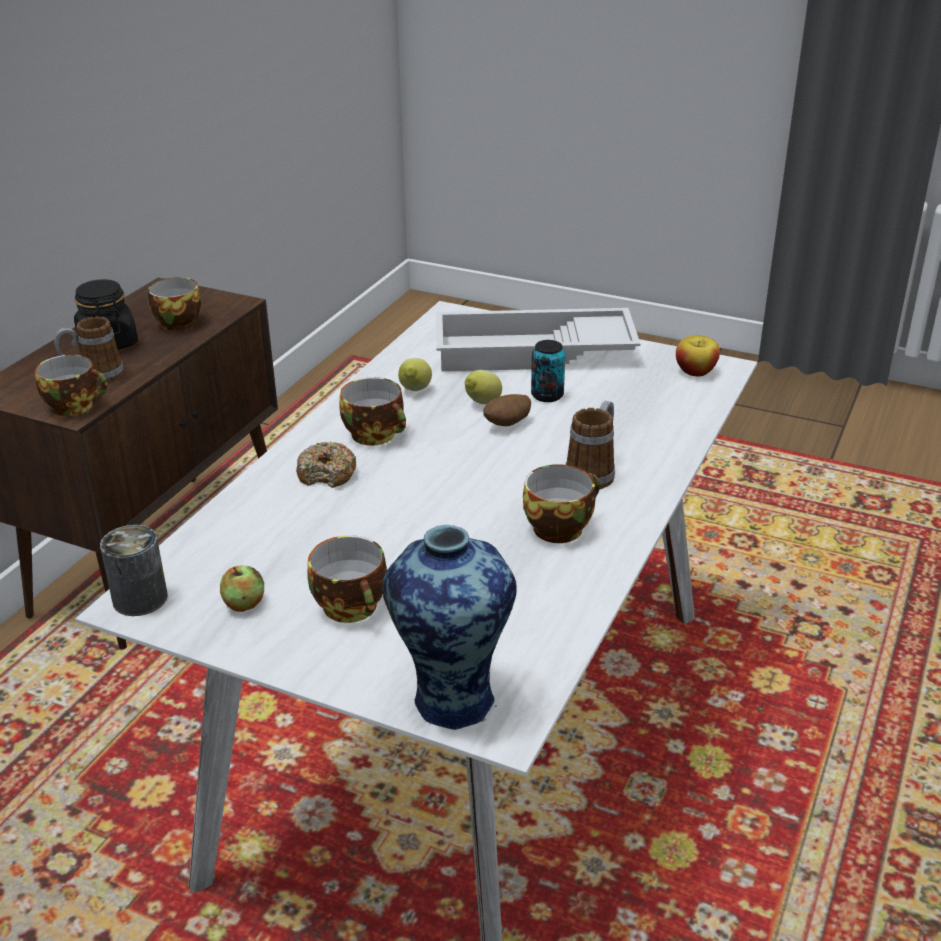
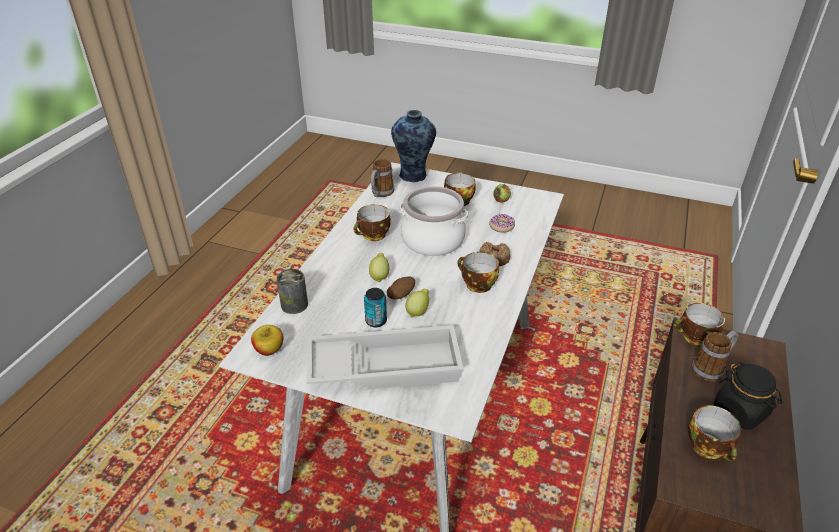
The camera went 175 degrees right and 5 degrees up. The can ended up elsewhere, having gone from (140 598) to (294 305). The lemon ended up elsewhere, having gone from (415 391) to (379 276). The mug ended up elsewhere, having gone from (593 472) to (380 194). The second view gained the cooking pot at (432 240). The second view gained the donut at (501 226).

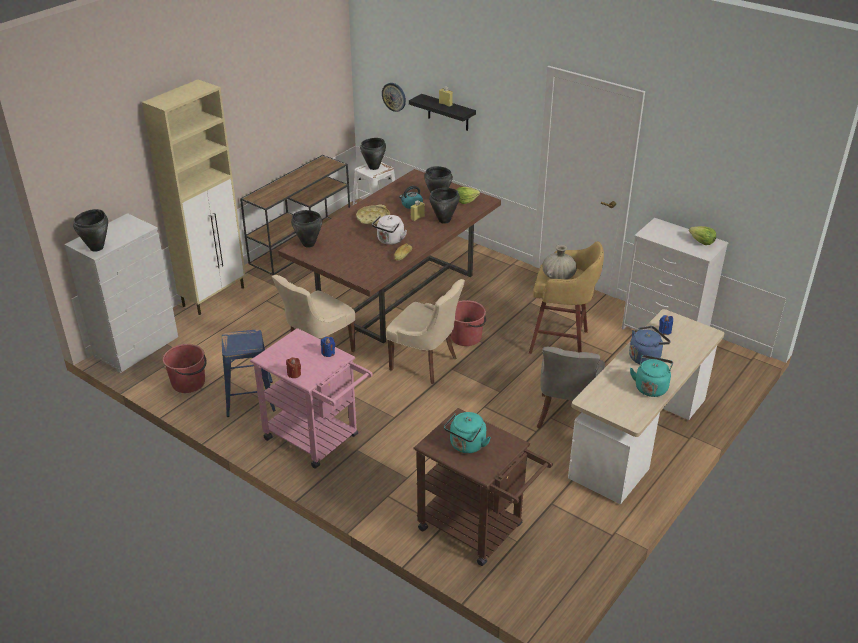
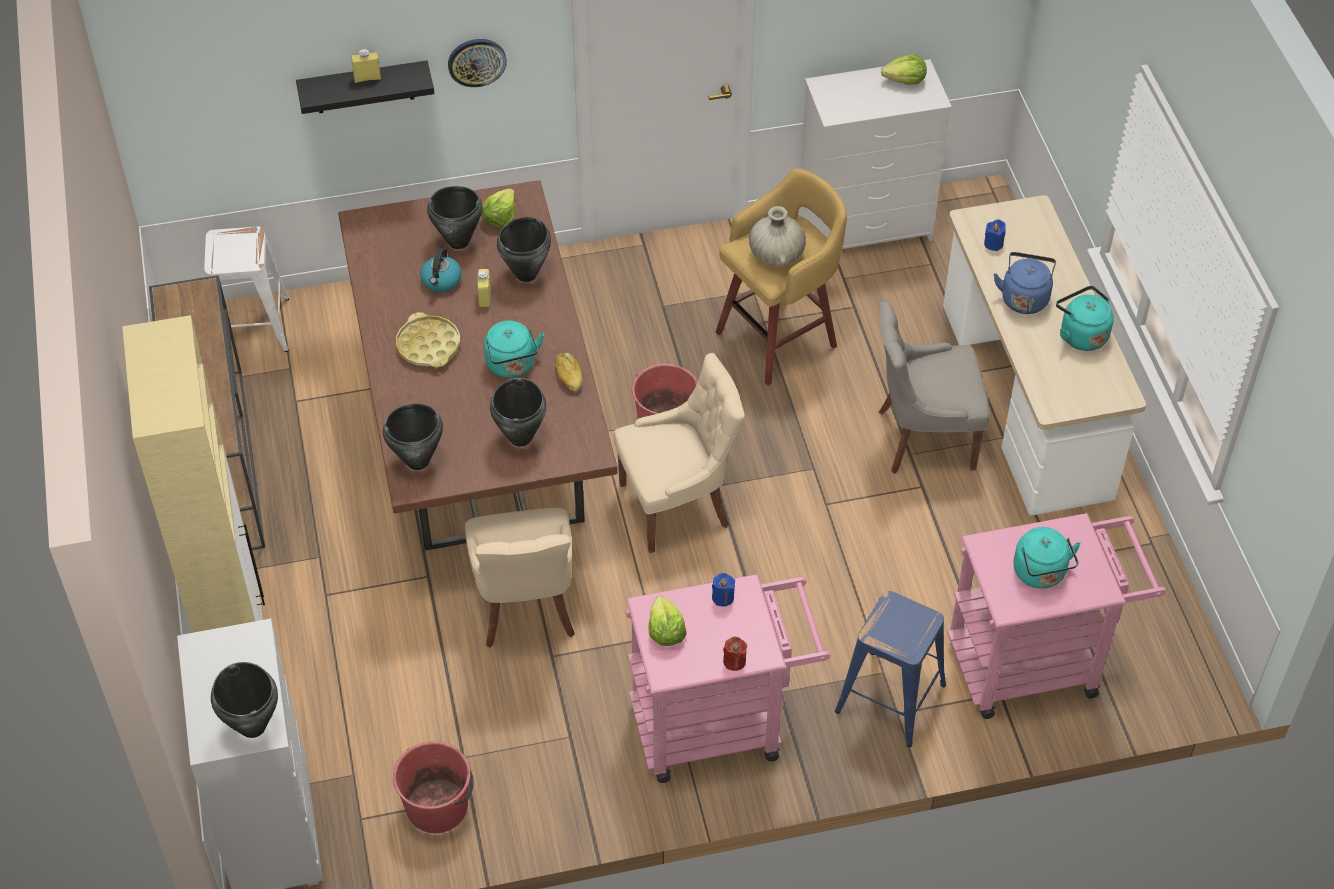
The camera went 50 degrees left and 15 degrees up. The wall clock ended up elsewhere, having gone from (394 96) to (476 61). What was the white kettle at (389 241) turned into the turquoise kettle at (512 366). The black cooking pot ended up elsewhere, having gone from (374 167) to (521 437). The second view gained the lettuce at (665 631). The blue stool ended up elsewhere, having gone from (250 399) to (891 698). The grey chair at (566 416) ended up facing another way, 120 degrees clockwise from before. What was the brown cart at (478 530) turned into the pink cart at (1036 662).

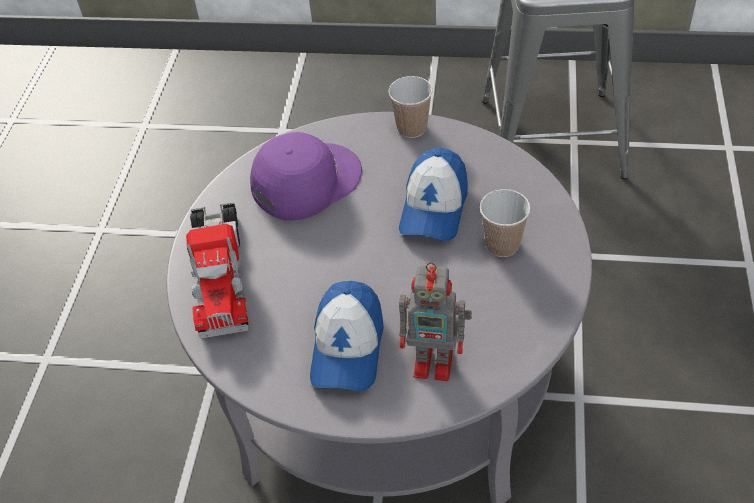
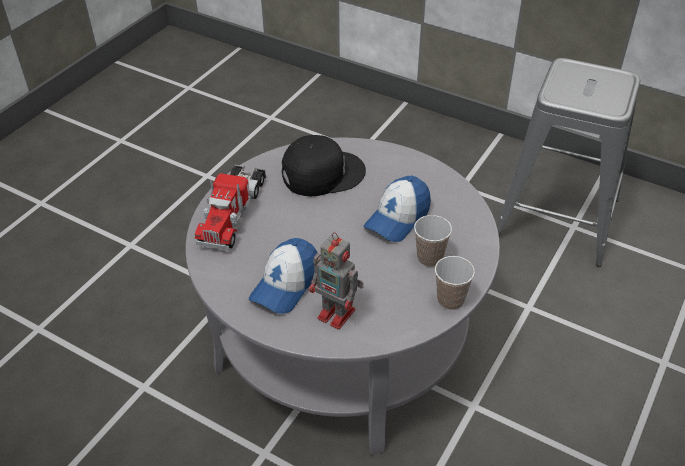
The camera went 20 degrees right and 5 degrees down. What was the purple cap at (305 181) turned into the black cap at (322 173). The cup ended up elsewhere, having gone from (412 128) to (450 300).

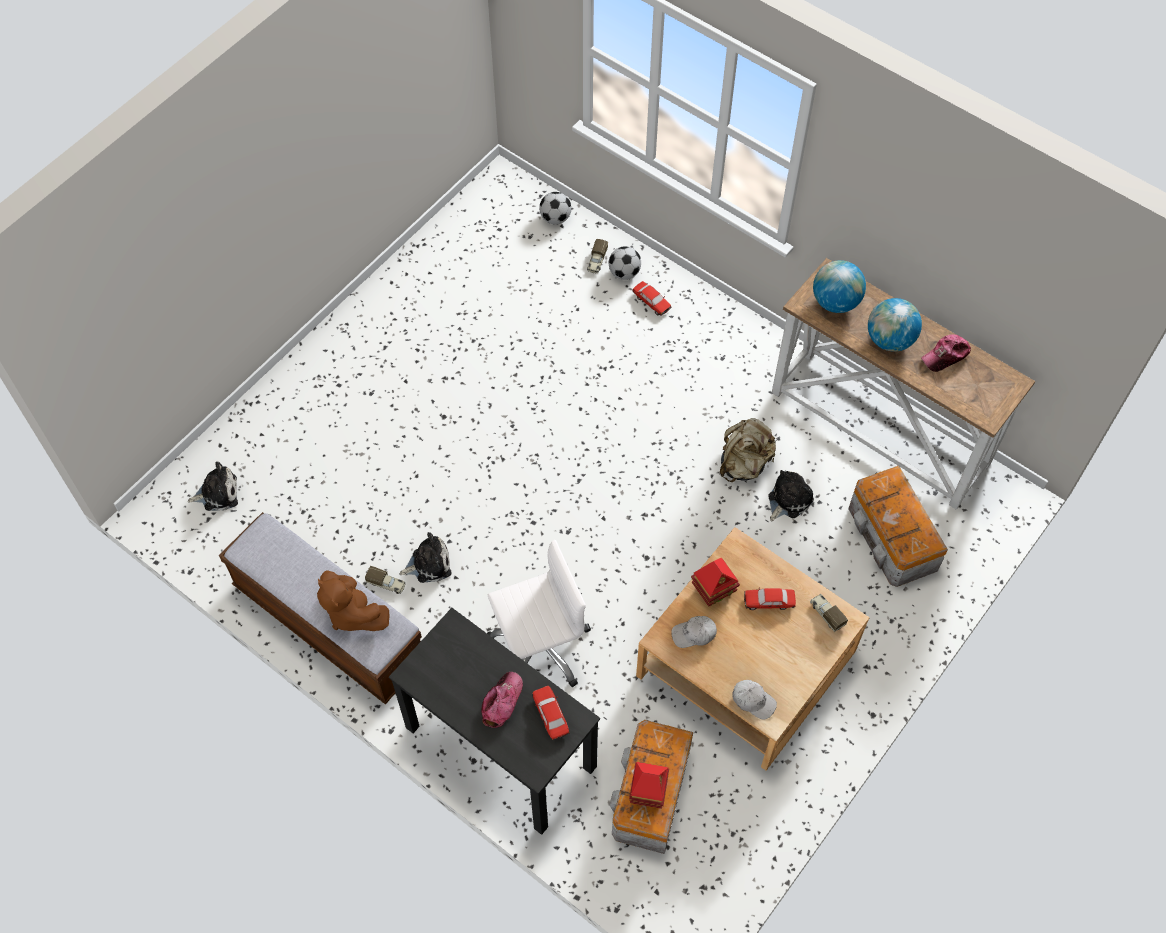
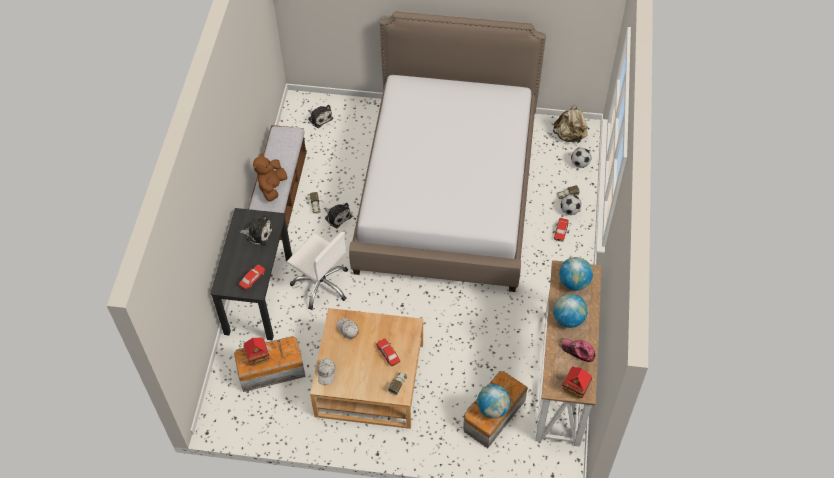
The camera went 60 degrees right and 5 degrees down. The plush toy ended up elsewhere, having gone from (788 500) to (258 233). The second view gained the bed at (447 192). The second view gained the globe at (493 408). The beige backpack ended up elsewhere, having gone from (744 464) to (570 136). The toy house ended up elsewhere, having gone from (713 590) to (575 388). The second view lost the cap at (502 701).

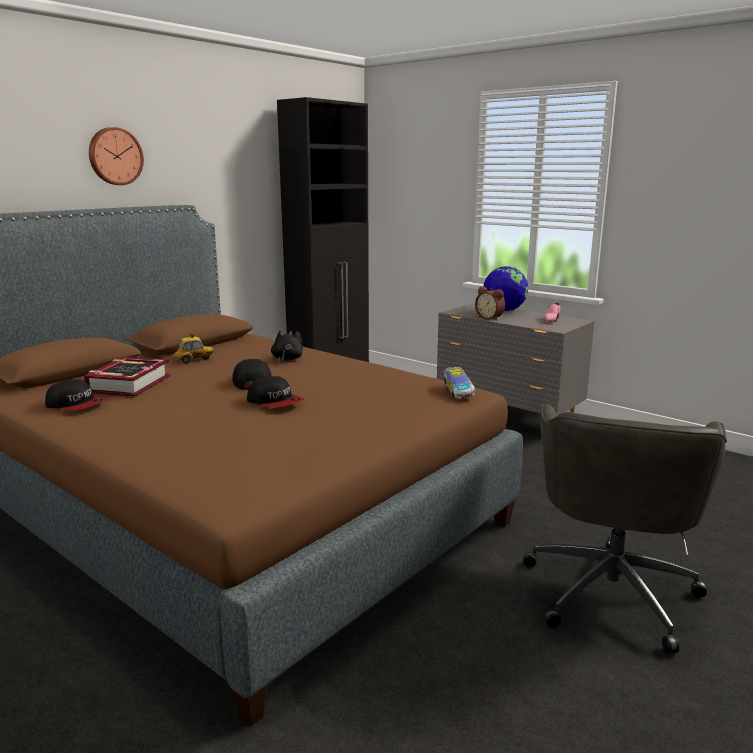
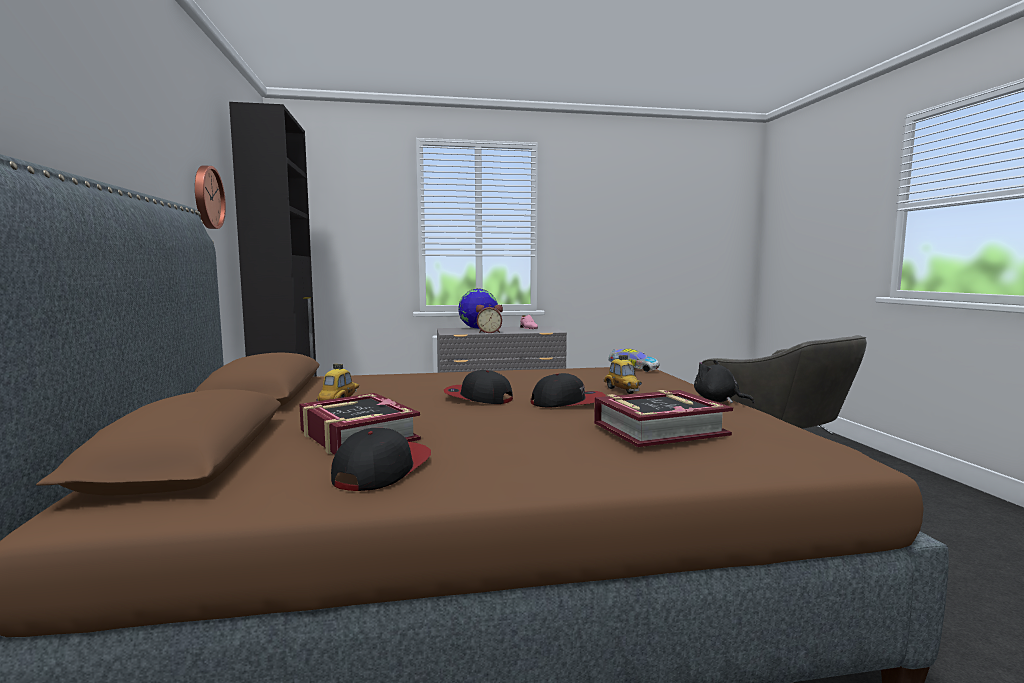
The camera went 50 degrees left and 10 degrees down. The wall clock ended up elsewhere, having gone from (115 156) to (206 197). The cap at (76 405) ended up facing another way, 45 degrees counterclockwise from before. The second view gained the book at (659 429). The second view gained the toy car at (622 390). The black plush toy ended up elsewhere, having gone from (287 359) to (718 401).

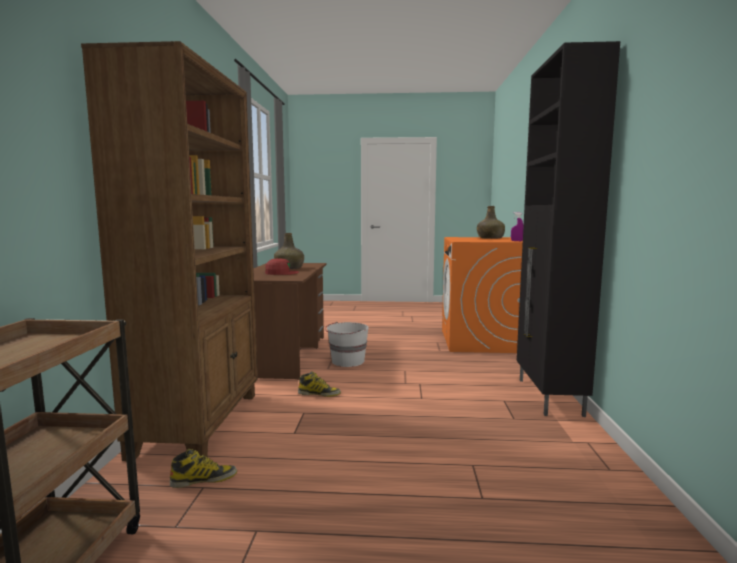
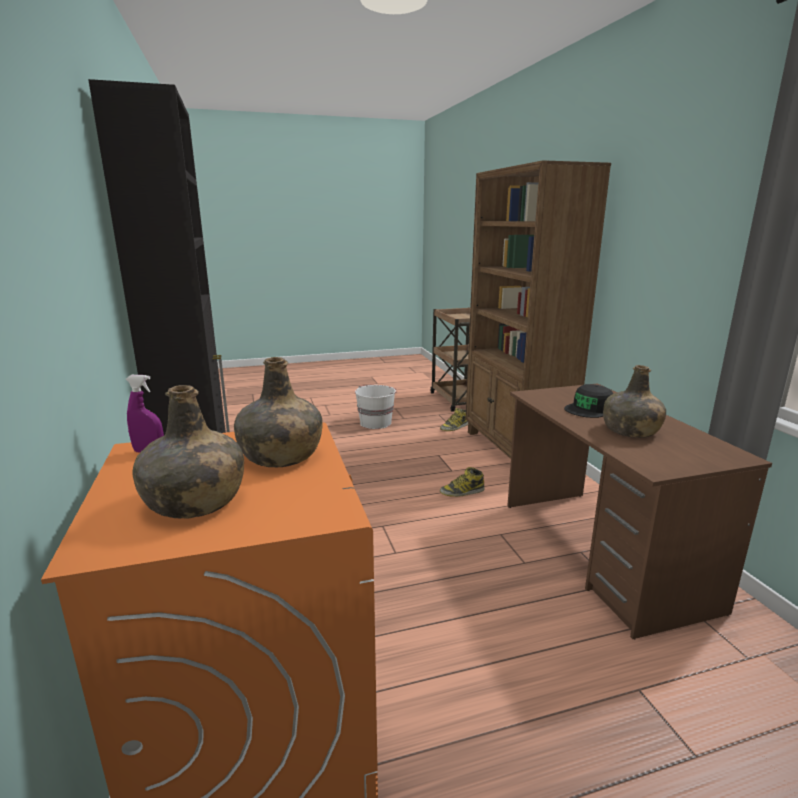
The camera went 160 degrees right and 10 degrees up. The second view gained the green bottle at (280 455). The white bucket ended up elsewhere, having gone from (347 361) to (376 422). What was the red cap at (281 273) turned into the black cap at (590 409).

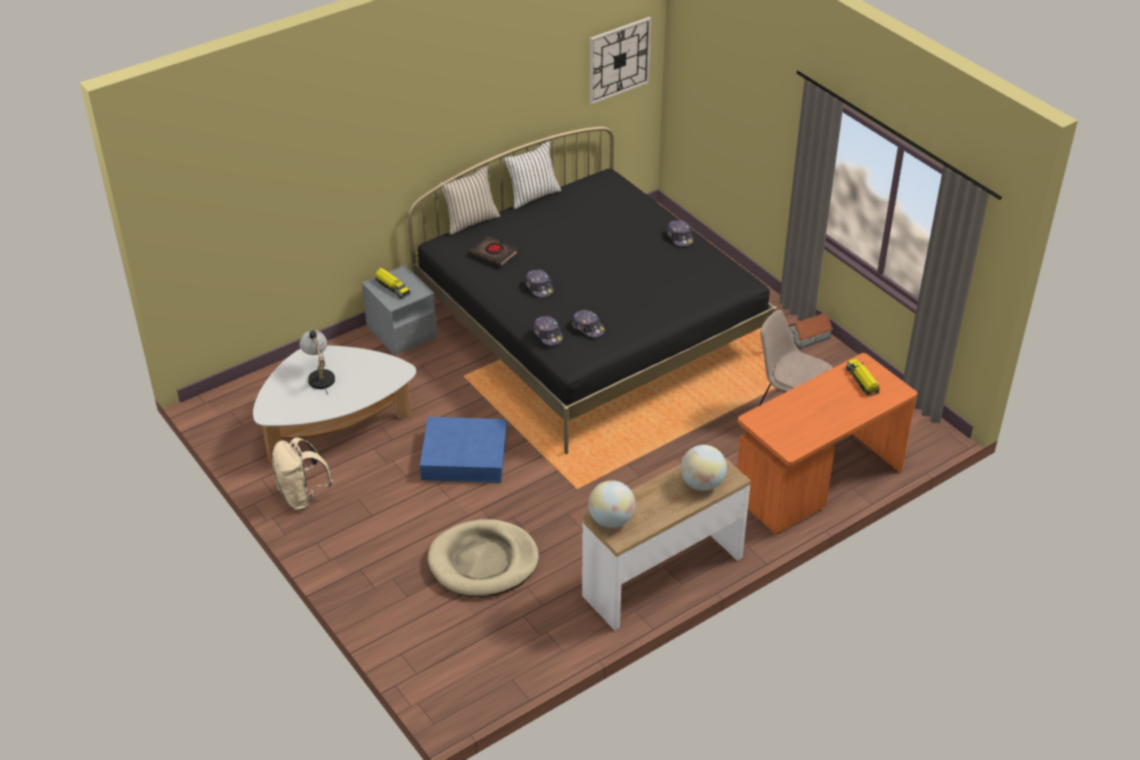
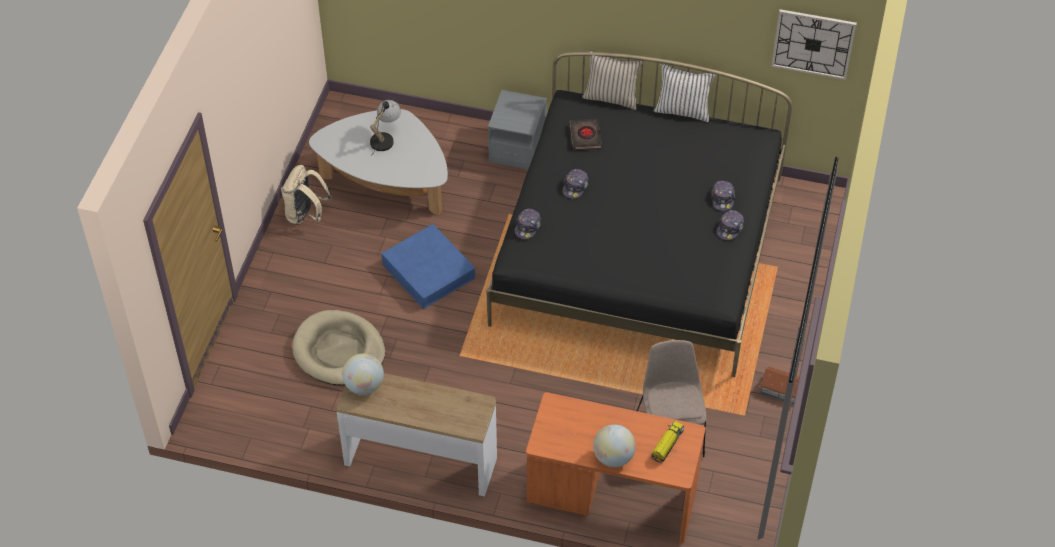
The camera went 50 degrees right and 10 degrees up. The globe ended up elsewhere, having gone from (702 484) to (613 457). The cap ended up elsewhere, having gone from (588 328) to (722 199). The second view lost the toy truck at (392 287).

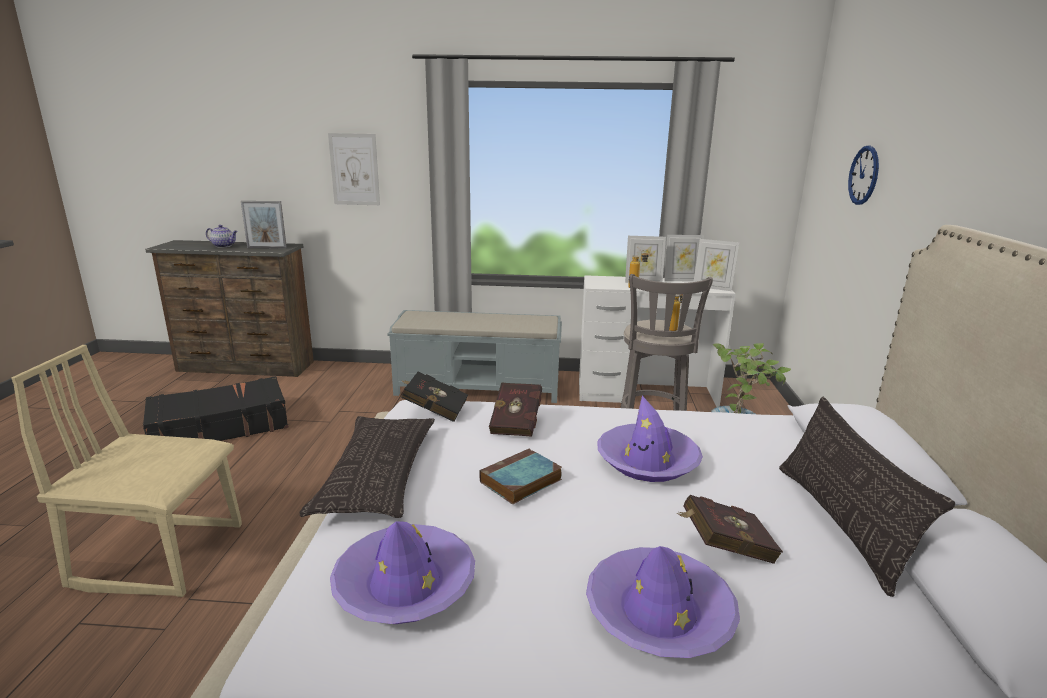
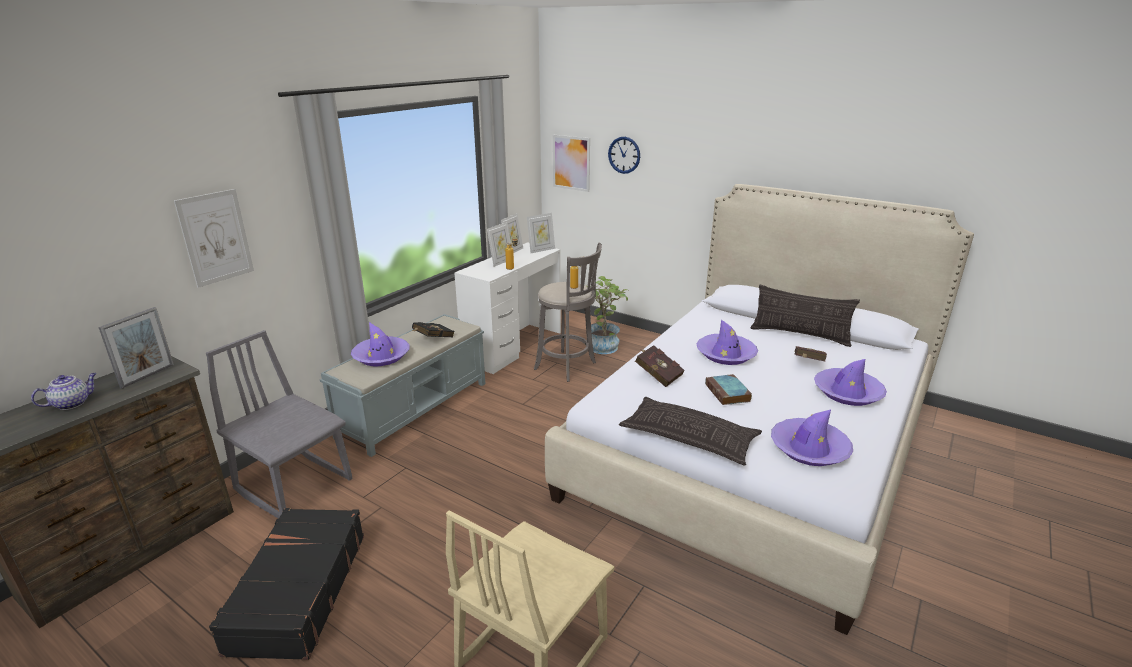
The camera went 60 degrees left and 5 degrees up. The second view gained the grey chair at (295 484). The second view gained the purple hat at (381 356). The black book ended up elsewhere, having gone from (433 410) to (432 339). The second view gained the picture at (571 163).

